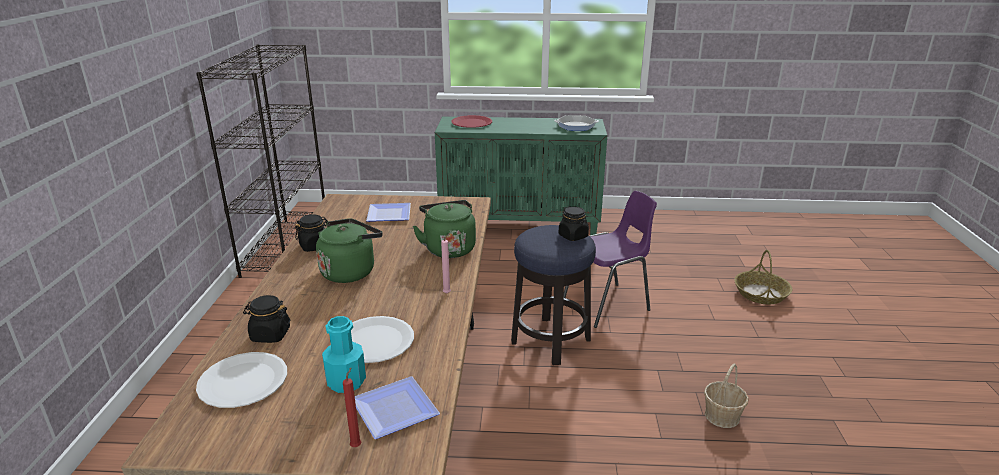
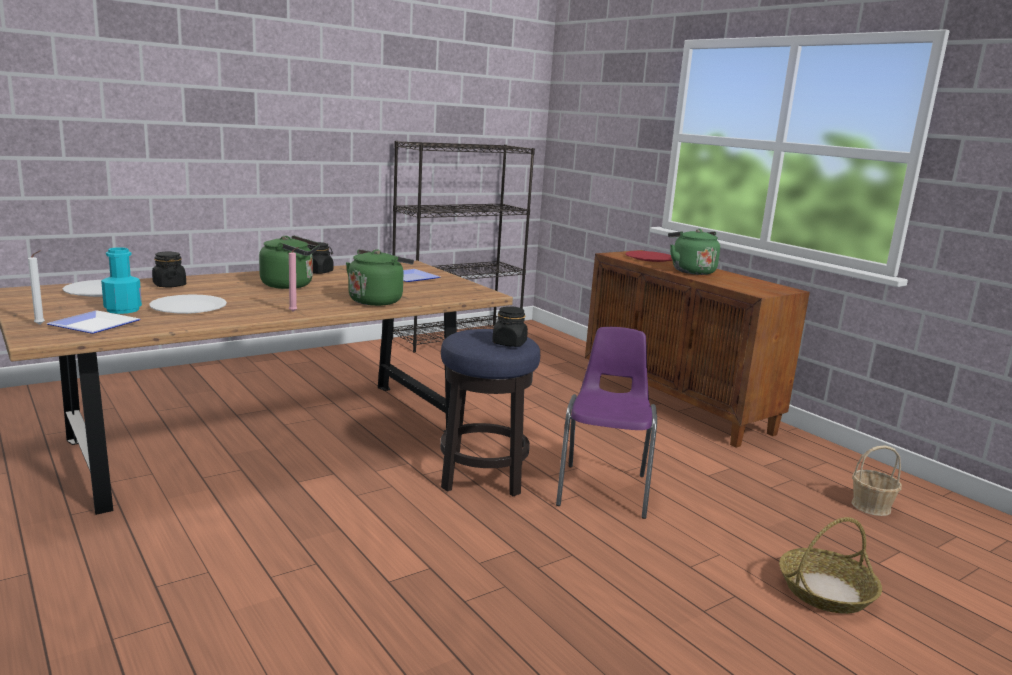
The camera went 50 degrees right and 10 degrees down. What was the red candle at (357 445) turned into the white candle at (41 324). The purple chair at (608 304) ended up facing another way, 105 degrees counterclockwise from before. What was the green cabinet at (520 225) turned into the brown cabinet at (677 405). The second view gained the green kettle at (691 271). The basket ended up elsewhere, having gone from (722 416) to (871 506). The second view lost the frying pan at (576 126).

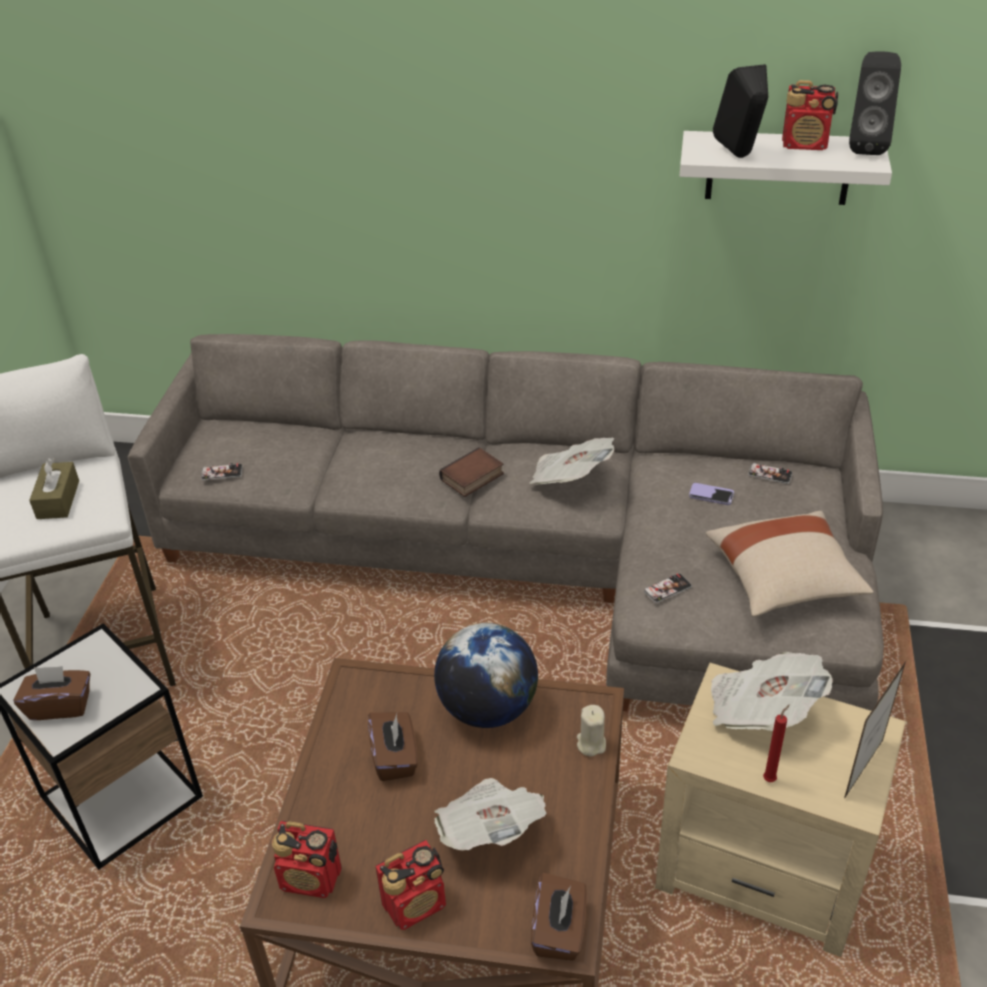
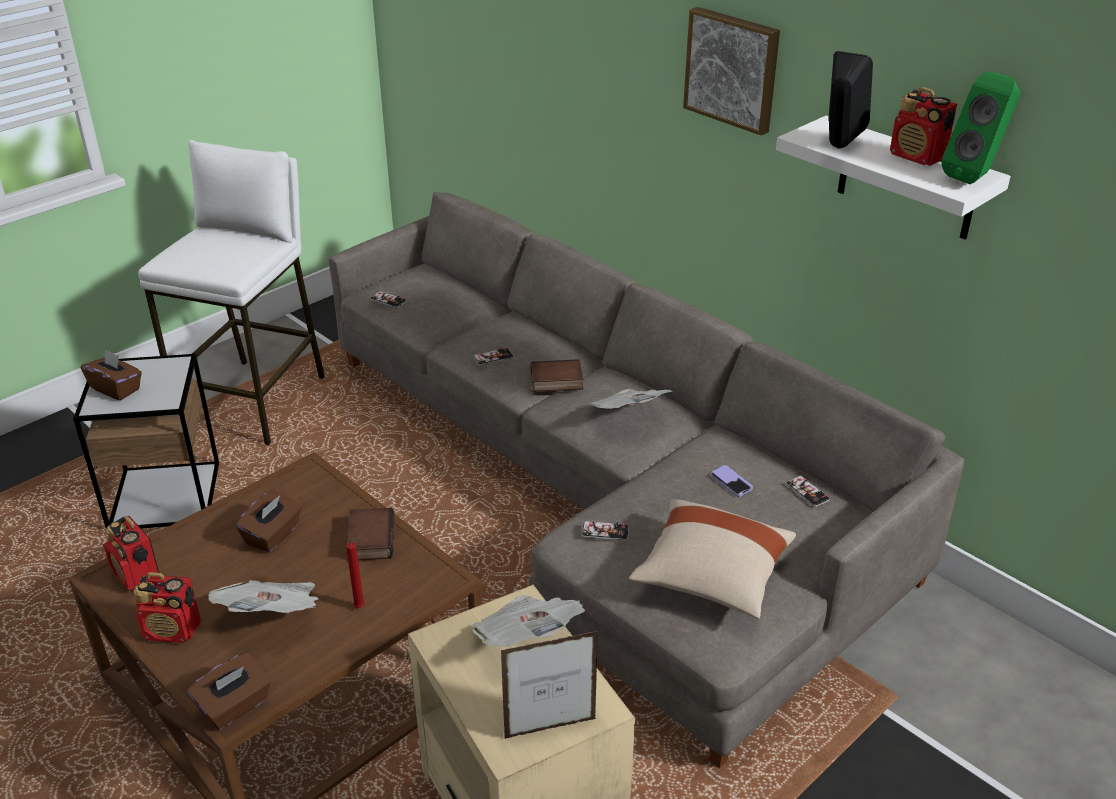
The camera went 35 degrees right and 5 degrees down. Where the globe stood at (488 708), the book came to stand at (369 539). The red candle ended up elsewhere, having gone from (770 778) to (361 607). The second view gained the phone at (493 357). The second view gained the picture at (733 69). What was the black speaker at (866 147) turned into the green speaker at (975 176). The second view lost the brown tissue box at (58 499). The second view lost the beige candle at (591 744).

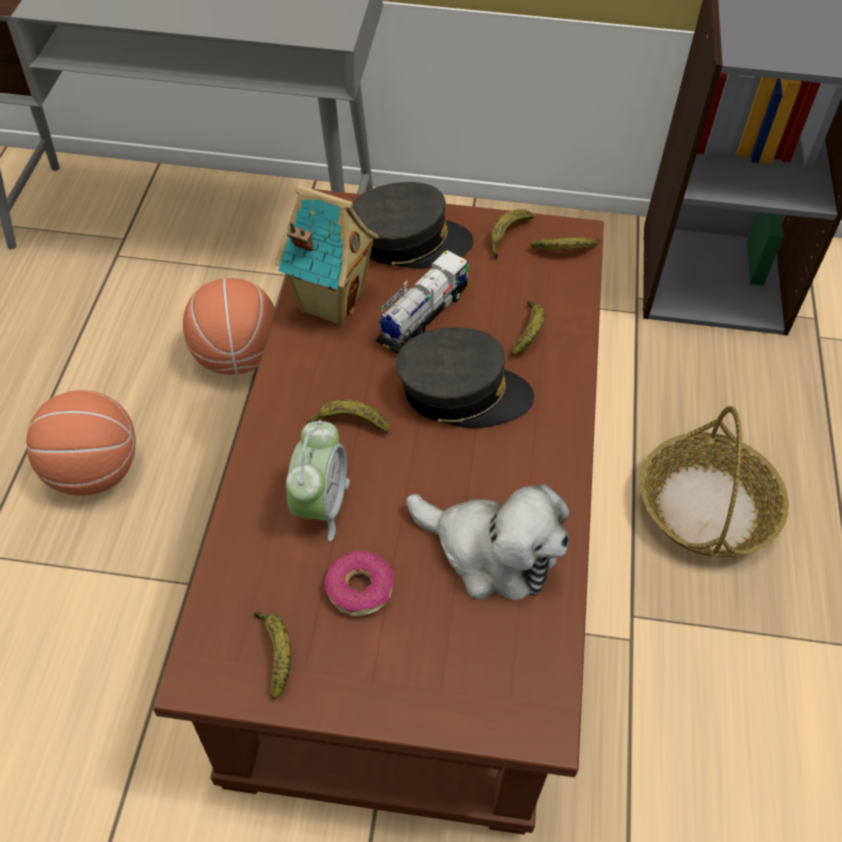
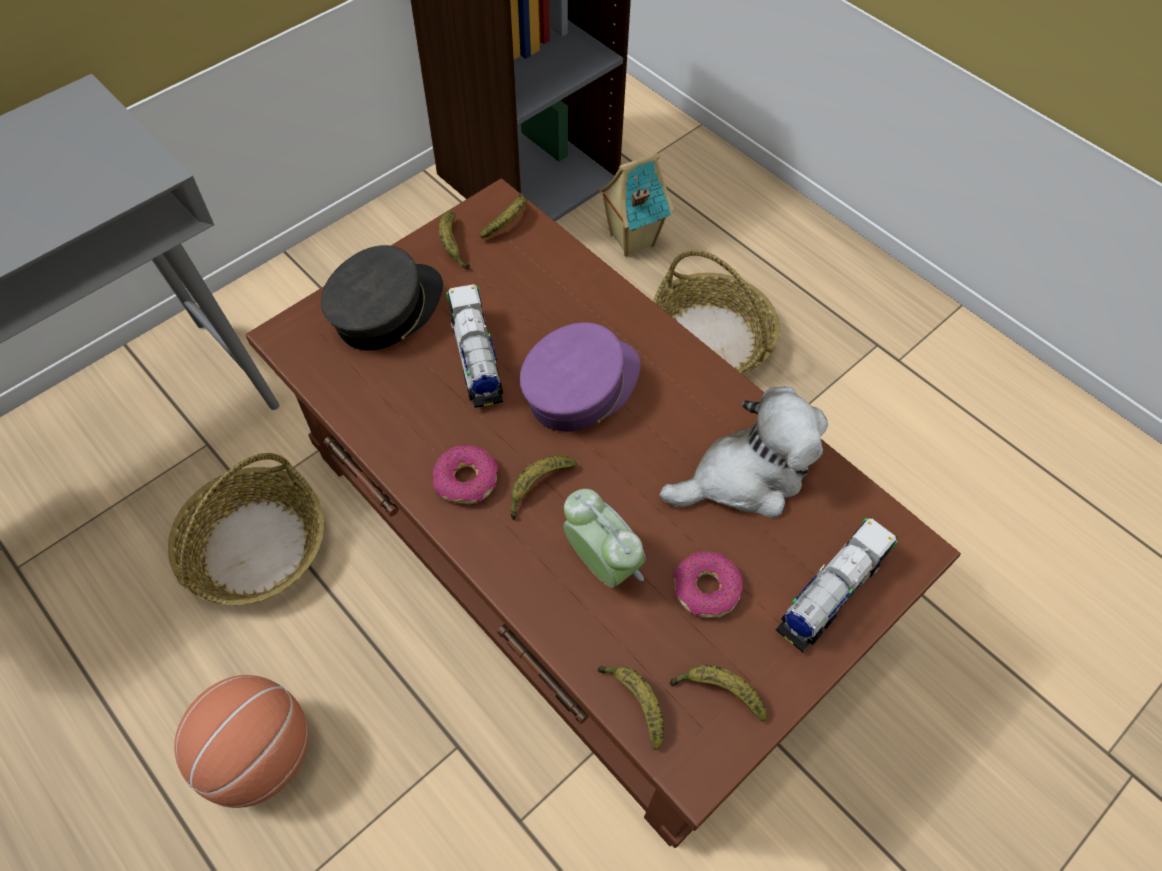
The camera went 50 degrees left and 5 degrees up. Where the basketball stood at (236 356), the basket came to stand at (255 546). The second view gained the donut at (466 481). What was the grey cap at (462 393) turned into the purple cap at (581 388). The toy house ended up elsewhere, having gone from (329 303) to (630 240). The banana ended up elsewhere, having gone from (529 333) to (635 703). The second view gained the toy truck at (830 593).

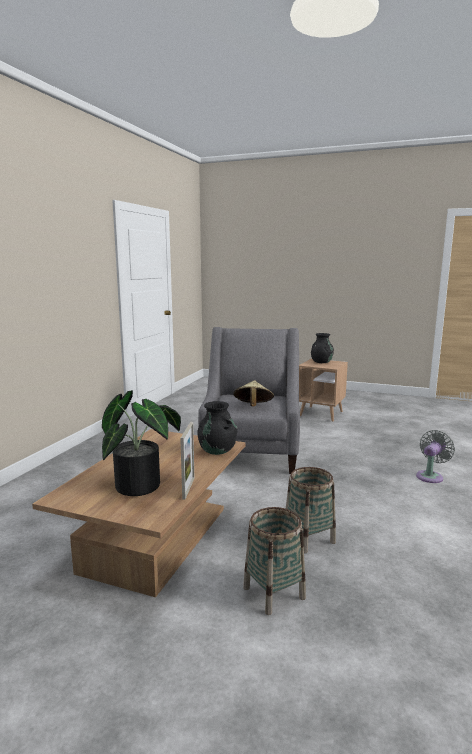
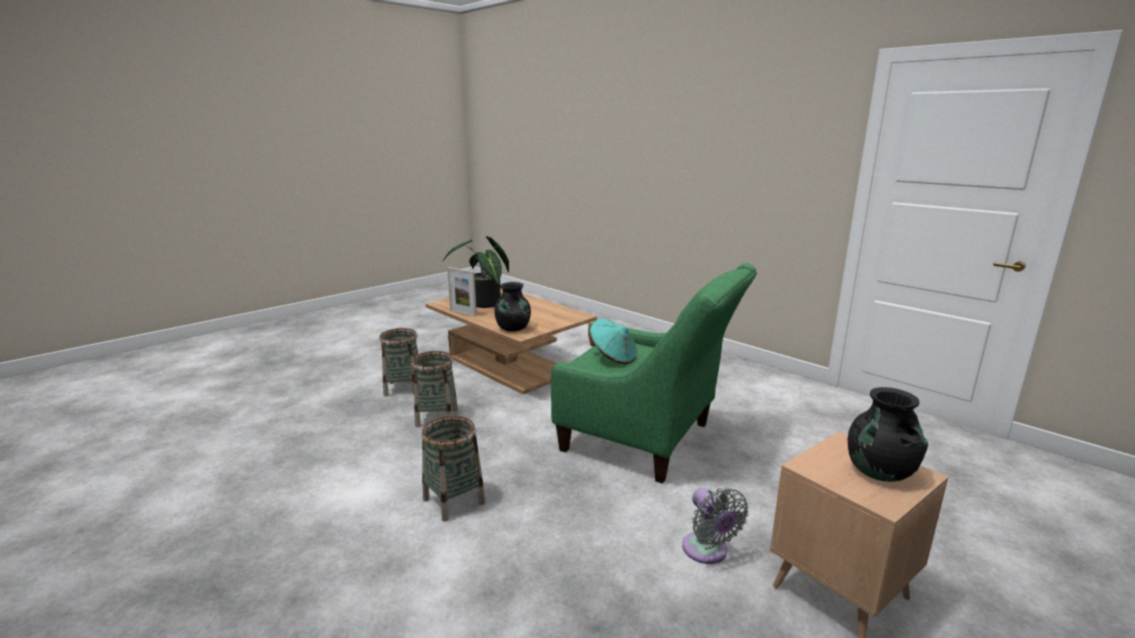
The camera went 115 degrees right and 5 degrees up. The second view gained the basket at (454 501). What was the grey armchair at (251 452) turned into the green armchair at (647 440). What was the beige hat at (253 407) turned into the turquoise hat at (613 357). The grey fan ended up elsewhere, having gone from (430 476) to (707 551).

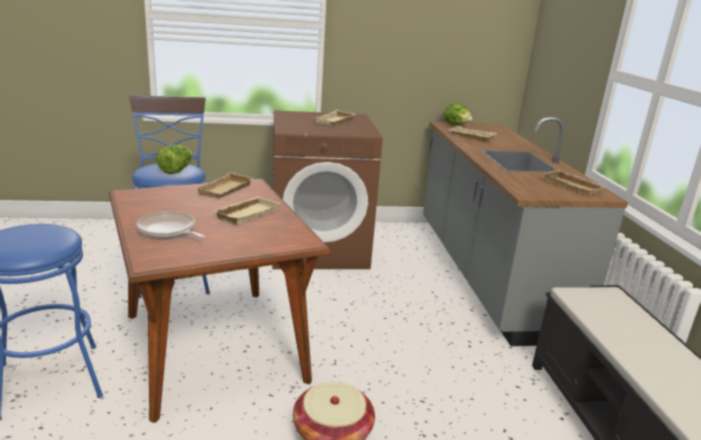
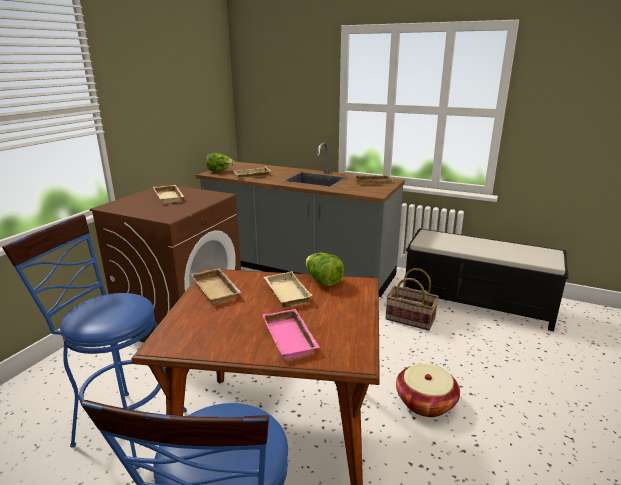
The camera went 55 degrees left and 0 degrees up. Where the frying pan stood at (168 231), the pink tray came to stand at (292 338). The lettuce ended up elsewhere, having gone from (176 171) to (323 281). The second view gained the basket at (409 319).

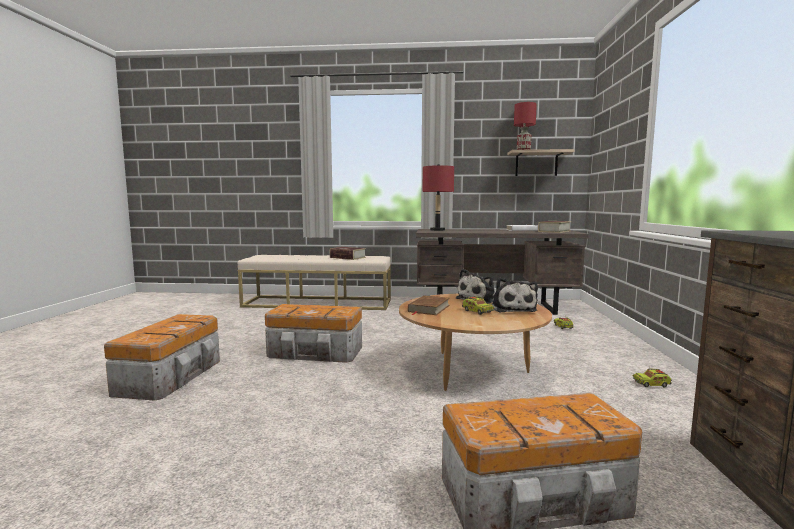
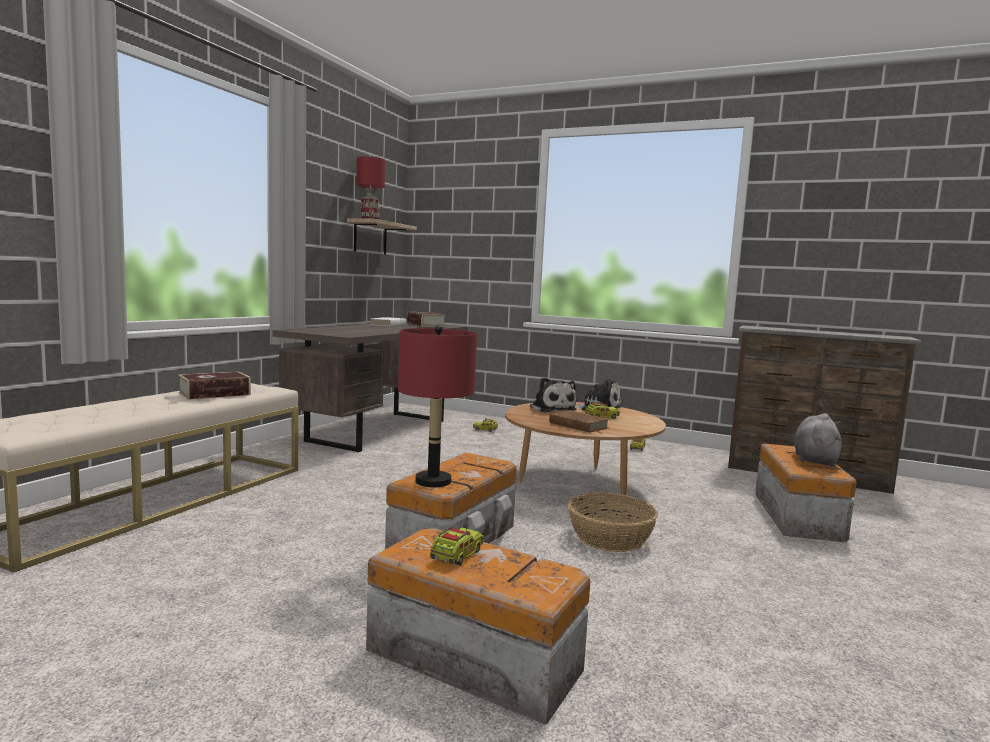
The camera went 70 degrees left and 0 degrees up. The red table lamp ended up elsewhere, having gone from (437 230) to (432 481). The second view gained the toy truck at (457 555). The second view gained the basket at (610 538). The second view gained the grey plush toy at (815 459).

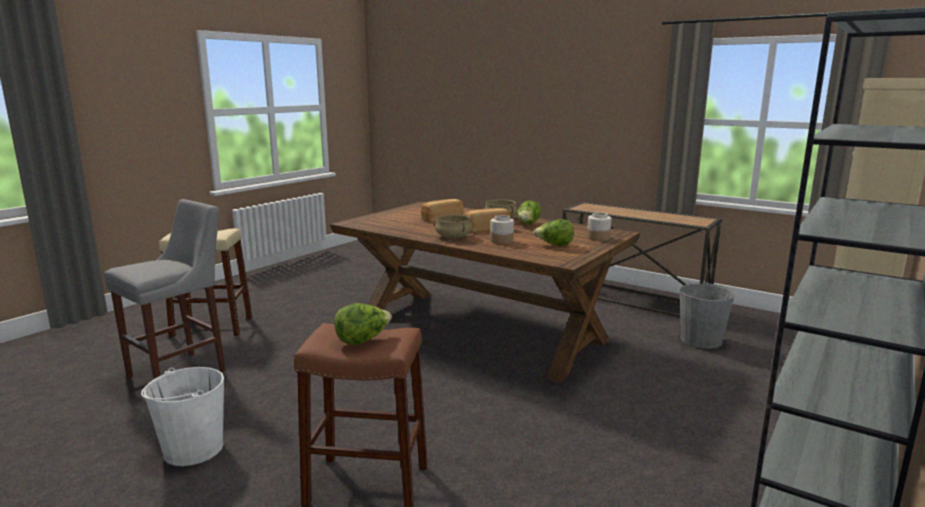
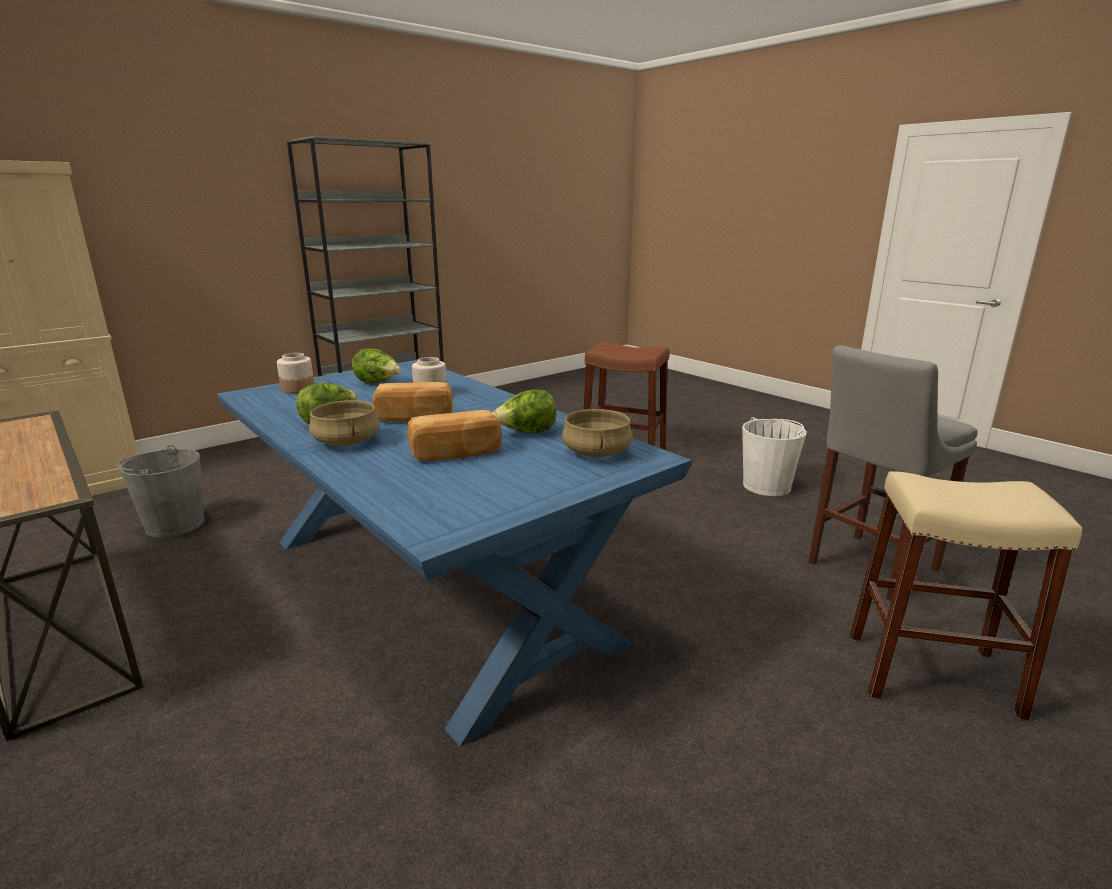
The camera went 165 degrees left and 5 degrees up. What was the brown dining table at (480 330) turned into the blue dining table at (431 586). The lettuce ended up elsewhere, having gone from (363 340) to (526 433). The beige cooking pot ended up elsewhere, having gone from (454 236) to (596 452).

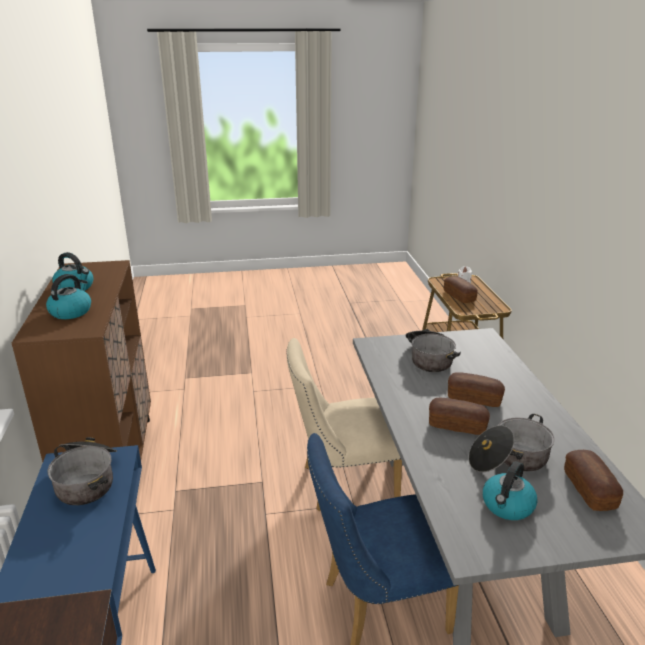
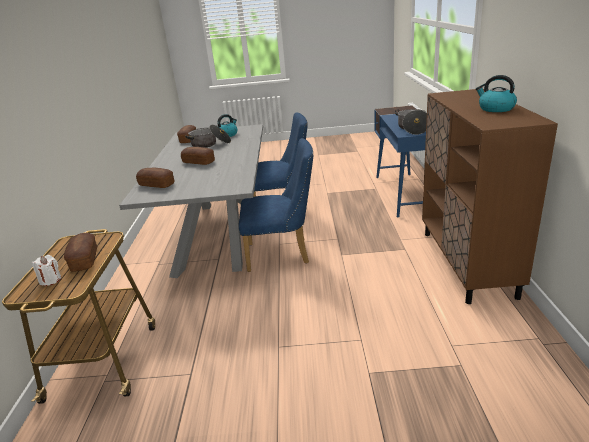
The camera went 170 degrees left and 0 degrees up. The bread ended up elsewhere, having gone from (457 425) to (156 184). What was the beige chair at (342 483) turned into the blue chair at (283 254). The second view lost the kettle at (71 311). The second view lost the cooking pot at (429 358).

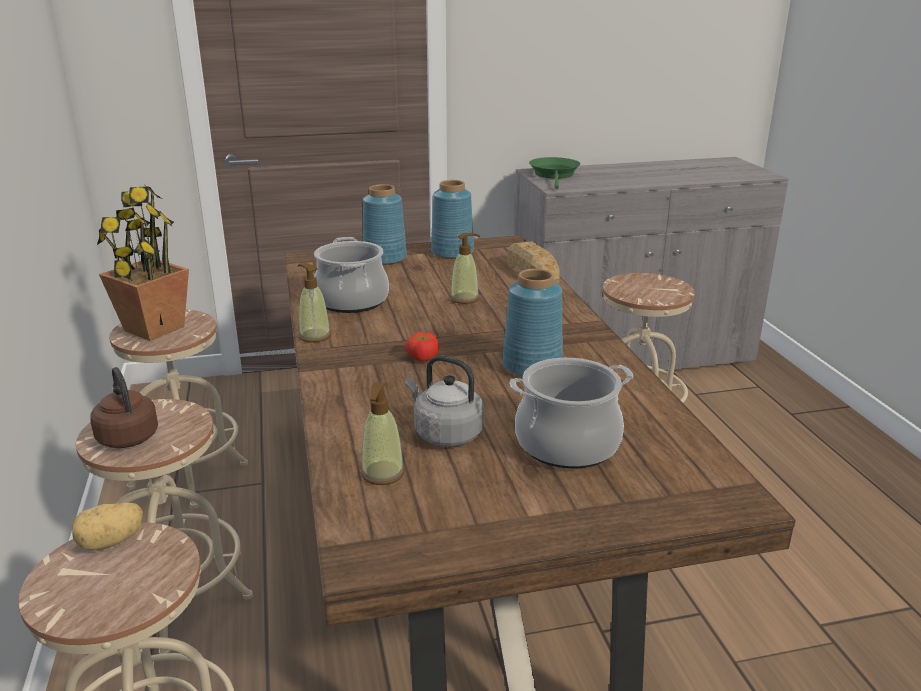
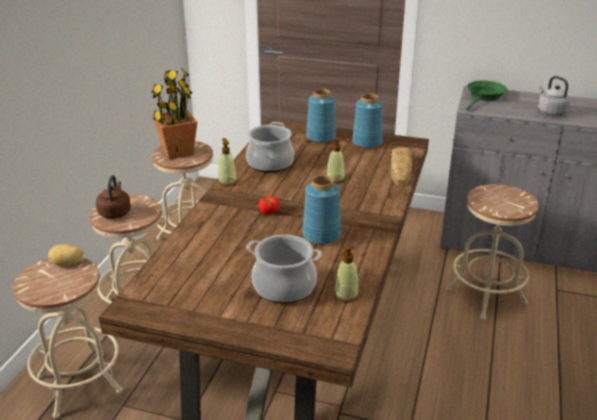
The camera went 30 degrees right and 5 degrees up. The soap dispenser ended up elsewhere, having gone from (382 474) to (346 295). The grey kettle ended up elsewhere, having gone from (445 434) to (550 112).

